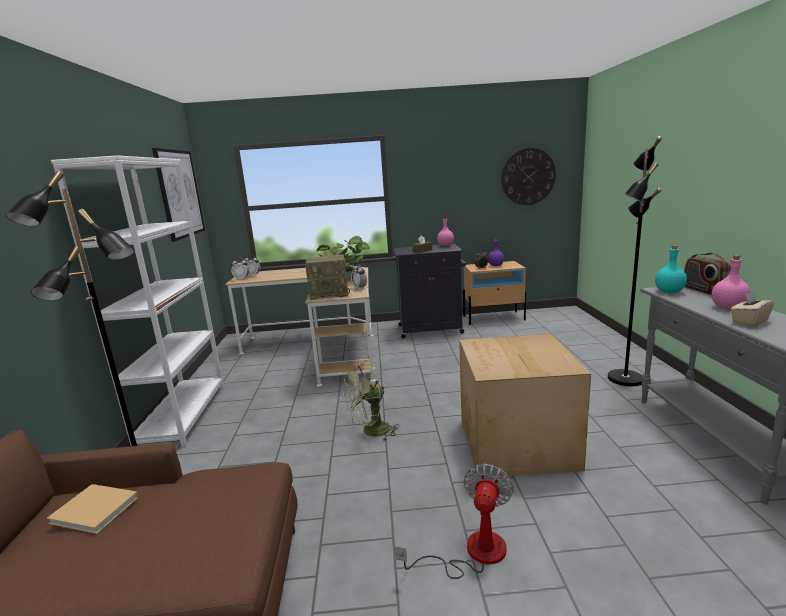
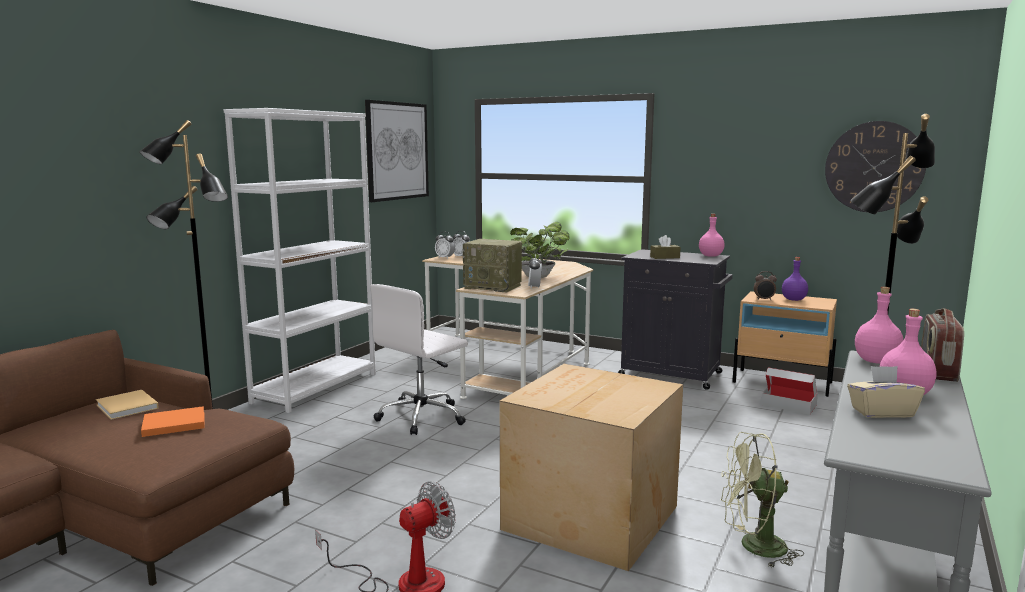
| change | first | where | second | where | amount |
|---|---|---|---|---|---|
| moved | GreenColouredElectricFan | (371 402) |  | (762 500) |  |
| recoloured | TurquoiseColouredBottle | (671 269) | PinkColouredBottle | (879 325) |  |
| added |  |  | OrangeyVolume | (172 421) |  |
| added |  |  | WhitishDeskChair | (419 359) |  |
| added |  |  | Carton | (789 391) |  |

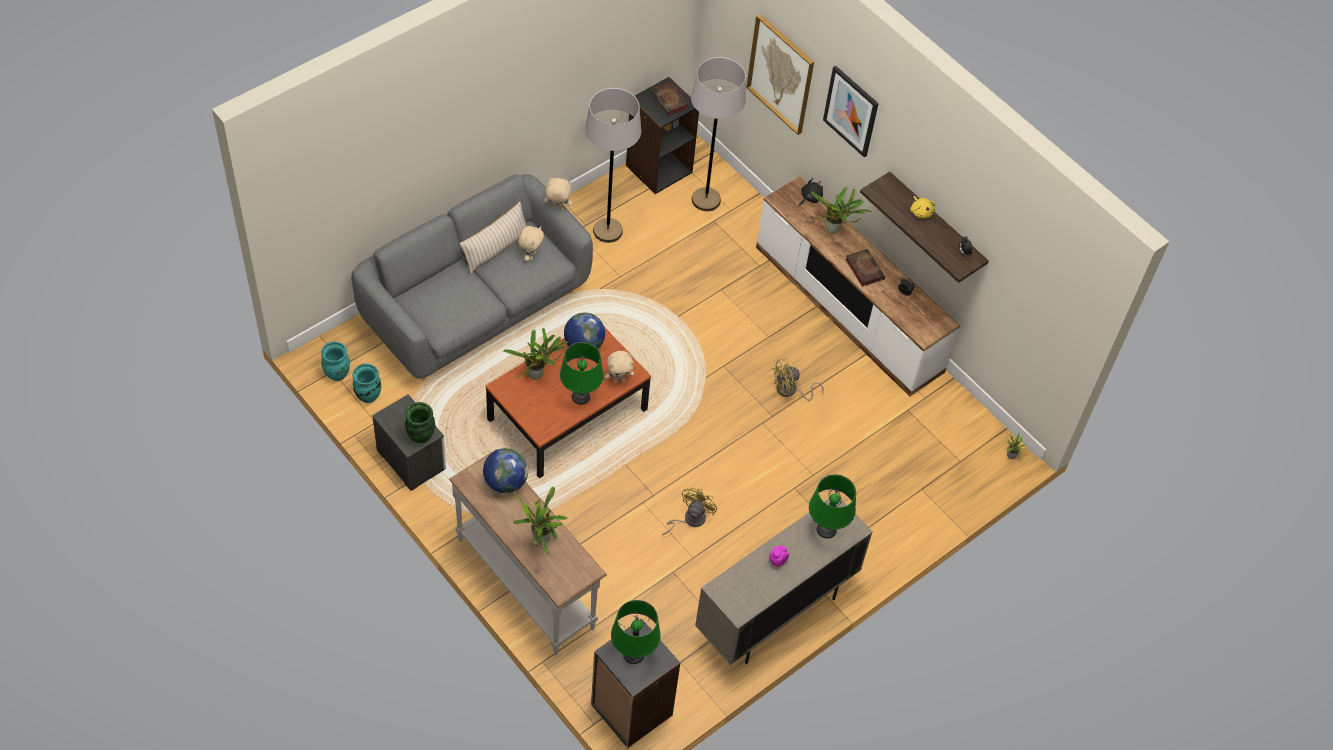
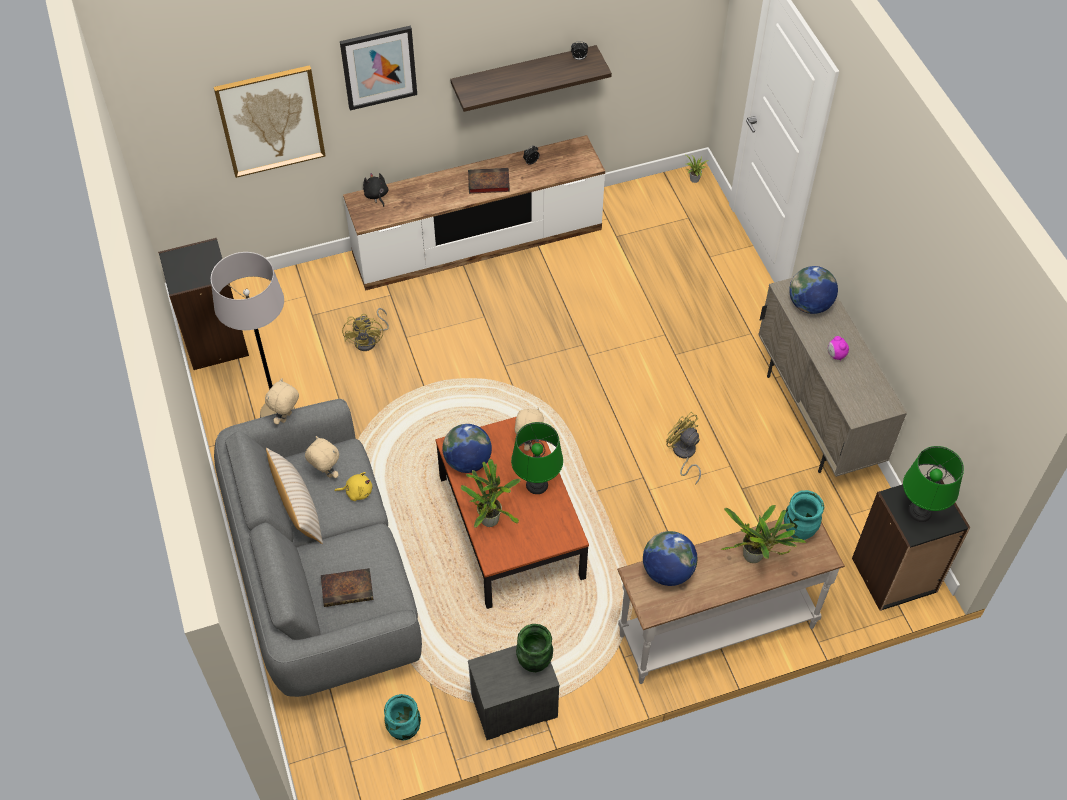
| change | first | where | second | where | amount |
|---|---|---|---|---|---|
| moved | TurquoiseColouredVase | (335 361) |  | (804 515) |  |
| moved | Volume | (669 98) |  | (347 587) |  |
| removed | GreyFloorLamp | (718 134) |  |  |  |
| moved | YellowColouredElectricFan | (797 379) |  | (365 329) |  |
| replaced | GreenColouredTableLamp | (832 506) | Globe | (813 290) |  |
| removed | Houseplant | (840 210) |  |  |  |
| moved | YellowColouredCuddlyToy | (922 207) |  | (353 486) |  |

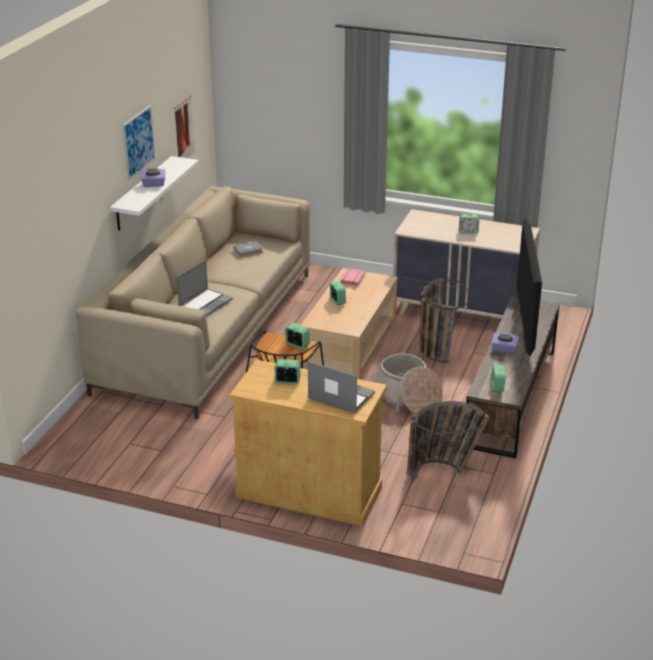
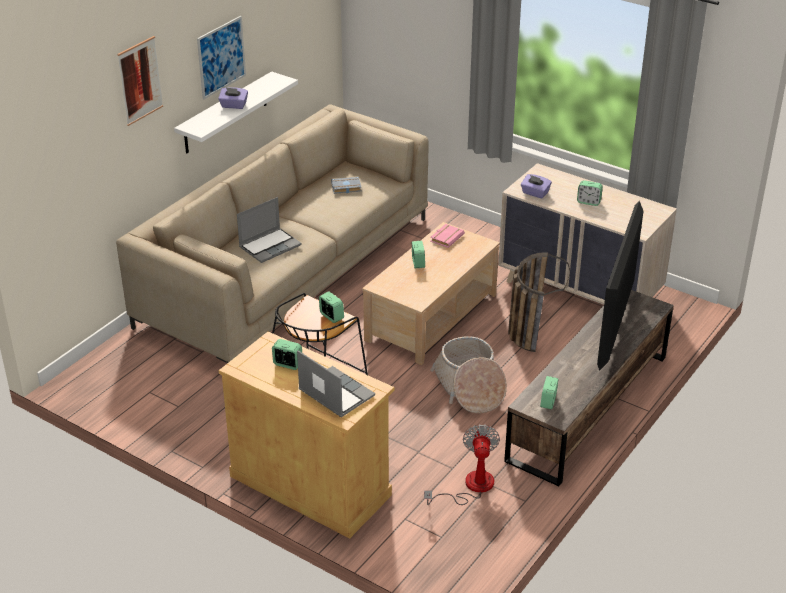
| change | first | where | second | where | amount |
|---|---|---|---|---|---|
| moved | WallArt | (184 126) |  | (140 81) |  |
| replaced | HouseholdBasket | (448 441) | ElectricFan | (462 464) |  |
| moved | PurplishTissueBox | (505 343) |  | (536 186) |  |

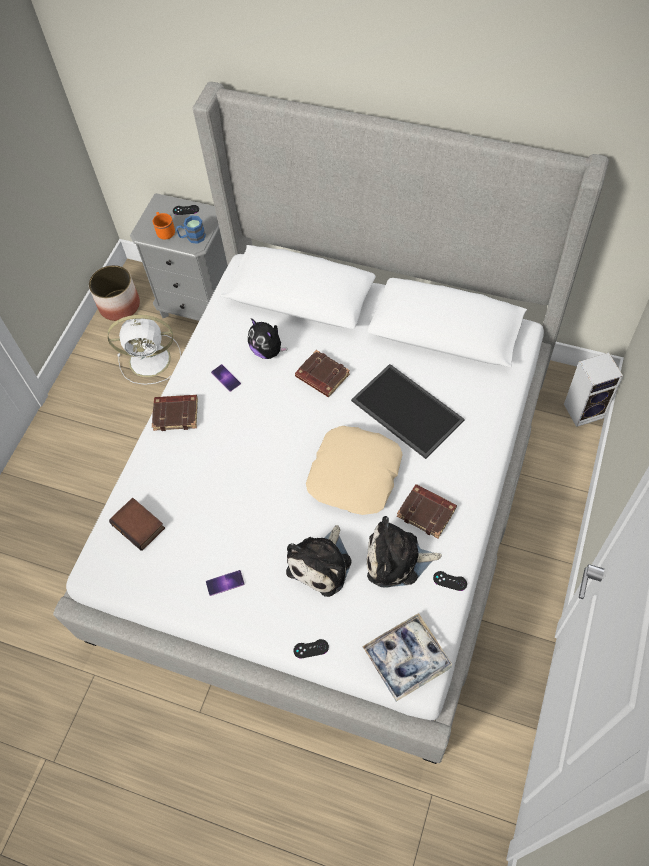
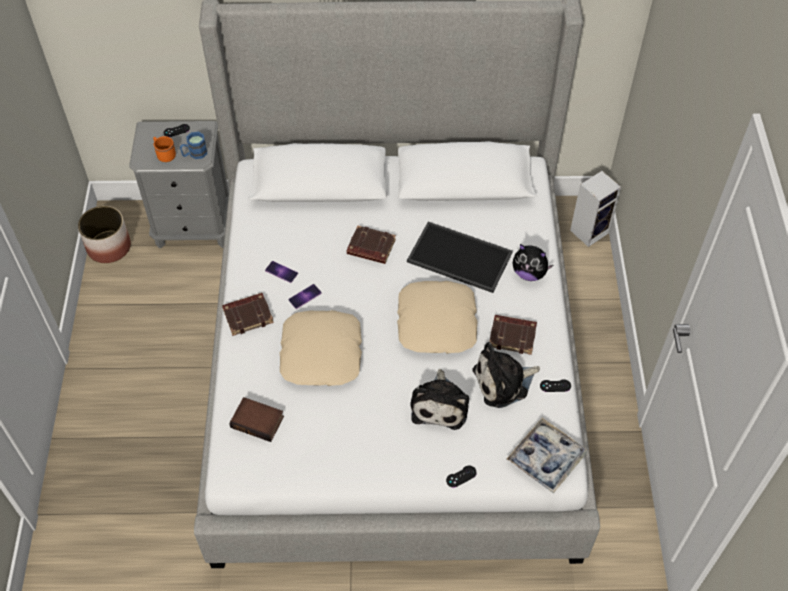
| change | first | where | second | where | amount |
|---|---|---|---|---|---|
| removed | WhitishElectricFan | (144 350) |  |  |  |
| moved | Phone | (225 583) |  | (305 296) |  |
| moved | CuddlyToy | (267 338) |  | (532 262) |  |
| added |  |  | BeigeCushion | (321 348) |  |

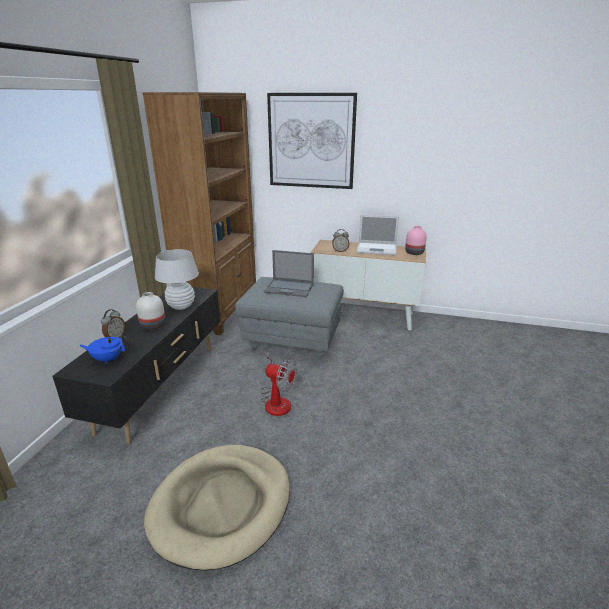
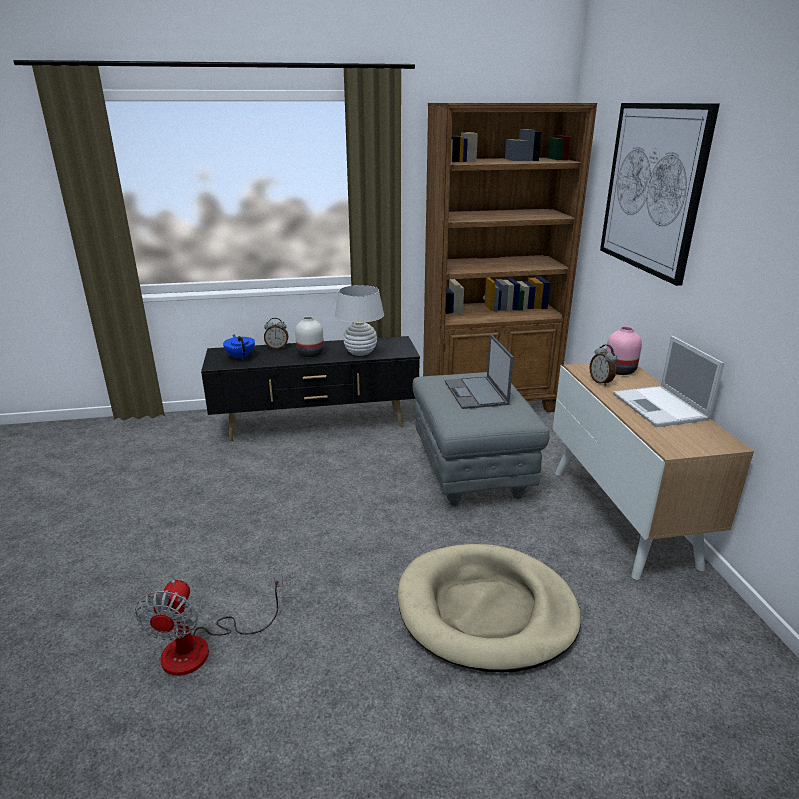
| change | first | where | second | where | amount |
|---|---|---|---|---|---|
| moved | BeigeDogBed | (217 508) |  | (489 608) |  |
| moved | ElectricFan | (279 383) |  | (208 624) |  |
| moved | PinkColouredVase | (416 240) |  | (624 350) |  |

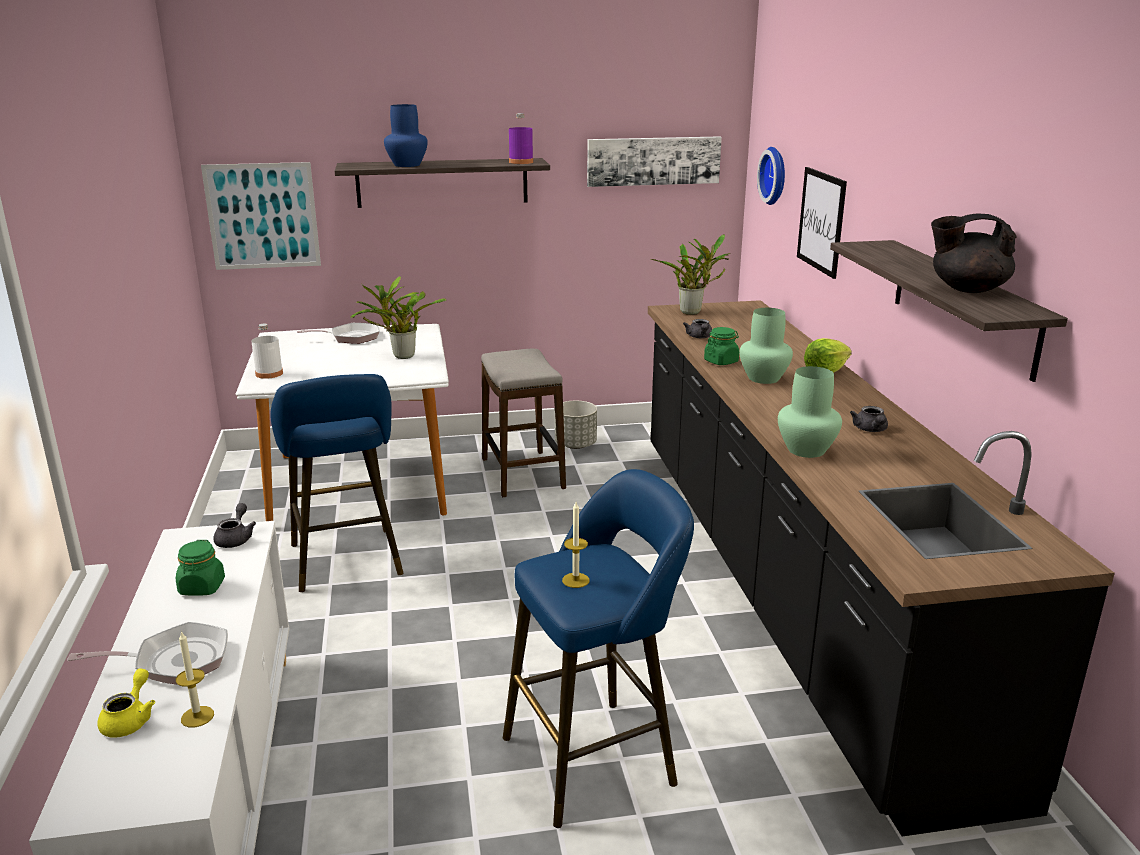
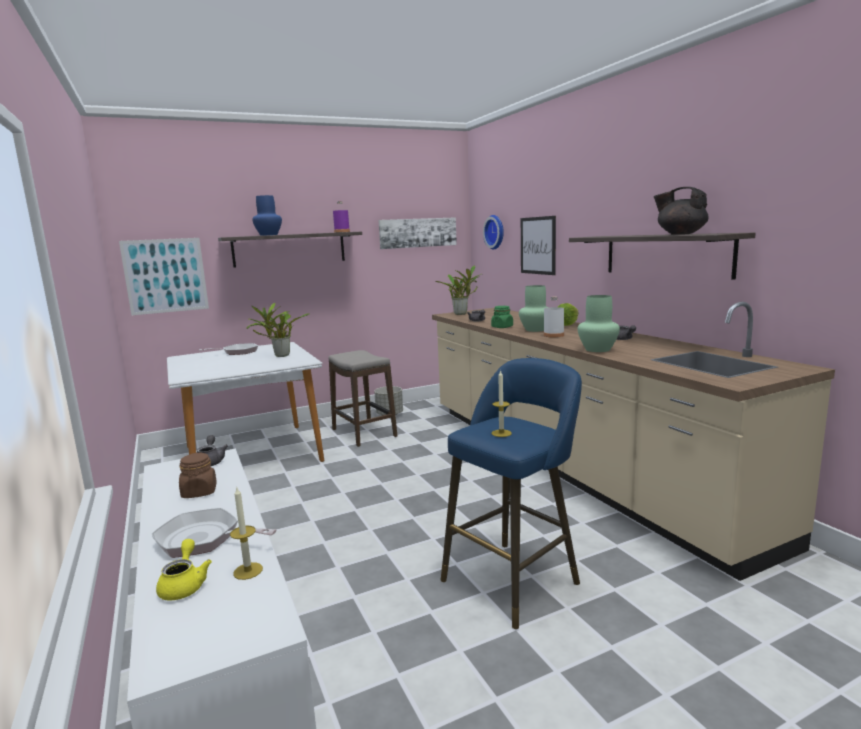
| change | first | where | second | where | amount |
|---|---|---|---|---|---|
| turned | Pan | (147 653) |  | (214 533) | 135 degrees counterclockwise |
| recoloured | GreenColouredStorageJar | (200 568) | BrownishStorageJar | (198 475) |  |
| moved | WhitishBottle | (267 351) |  | (554 317) |  |
| removed | BlueColouredStoolSeat | (337 483) |  |  |  |
| recoloured | BlackishKitchenCounter | (881 568) | BeigeKitchenCounter | (633 441) |  |
| turned | BlackishTeaPot | (974 253) |  | (681 211) | 45 degrees clockwise |

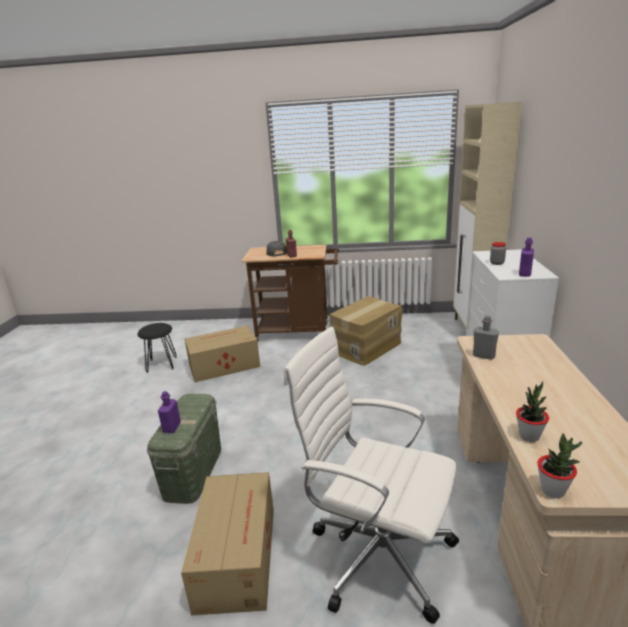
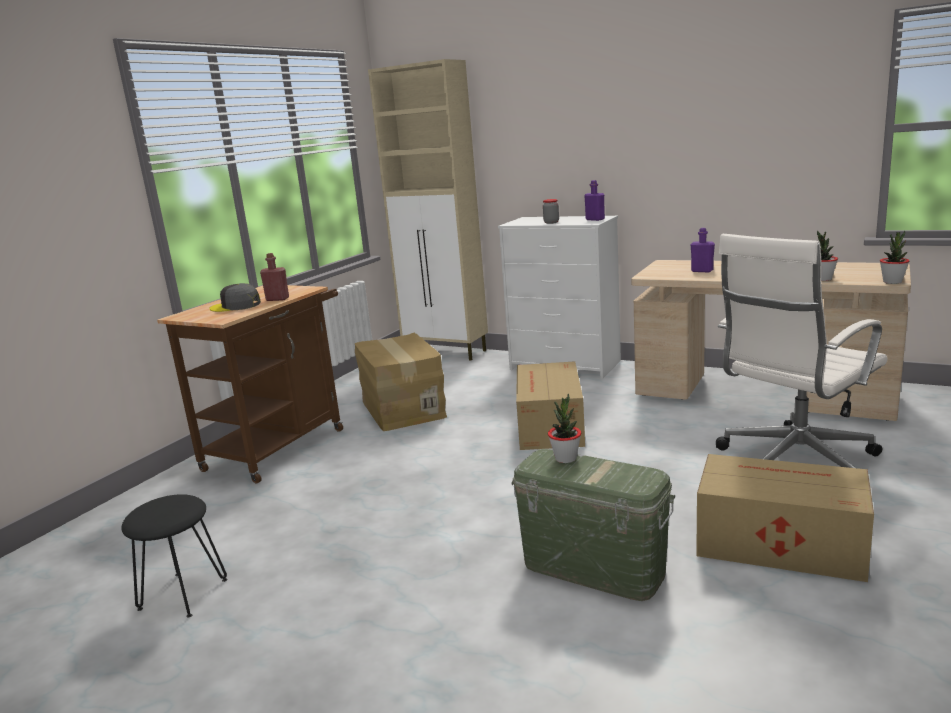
| change | first | where | second | where | amount |
|---|---|---|---|---|---|
| moved | PurplishBottle | (169 412) |  | (703 250) |  |
| moved | Carton | (222 353) |  | (550 405) |  |
| removed | GreyBottle | (486 338) |  |  |  |
| added |  |  | Houseplant | (564 428) |  |

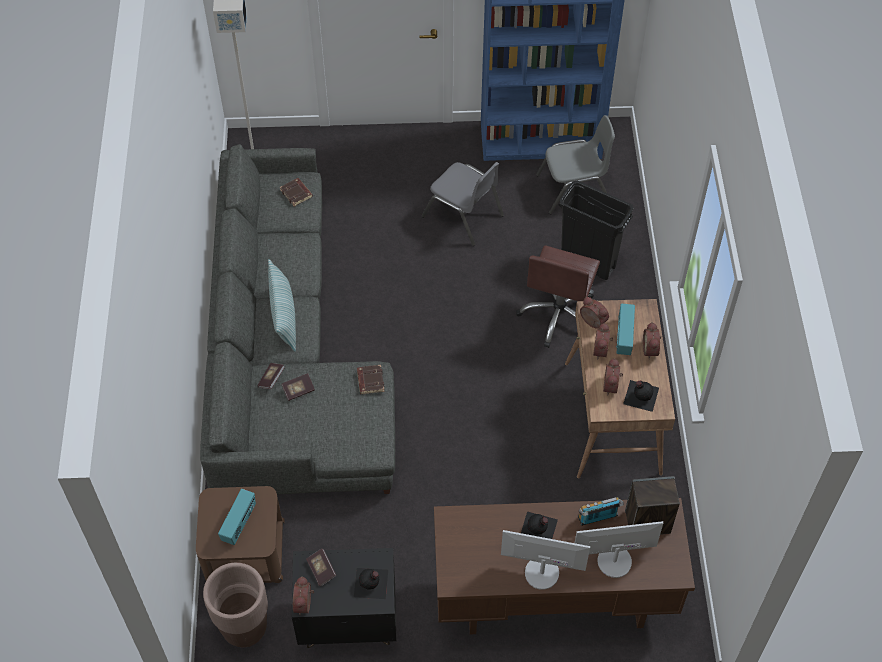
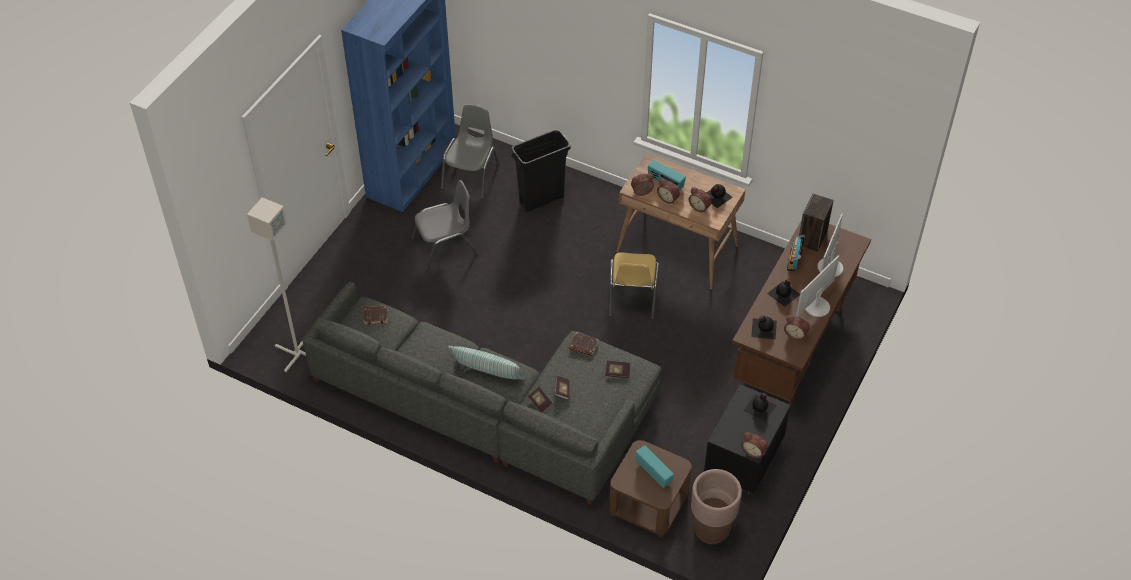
| change | first | where | second | where | amount |
|---|---|---|---|---|---|
| moved | Volume | (321 567) |  | (617 369) |  |
| removed | BrownishDeskChair | (558 296) |  |  |  |
| moved | BedsideClock | (652 340) |  | (796 327) |  |
| added |  |  | YellowColouredChair | (634 286) |  |
| added |  |  | BlackishBottle | (764 328) |  |

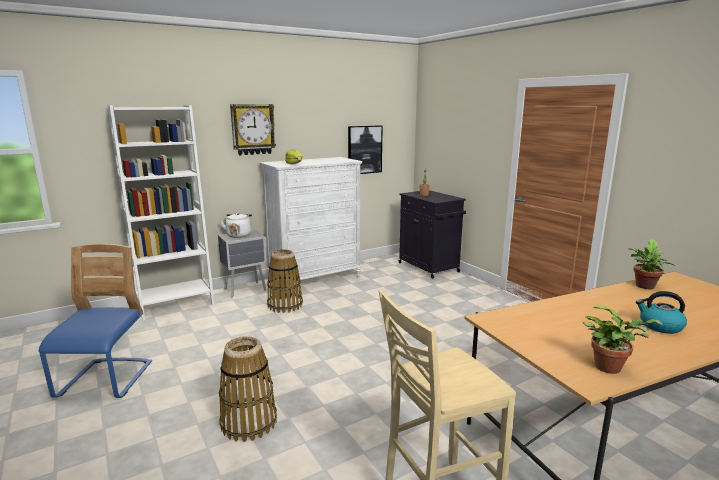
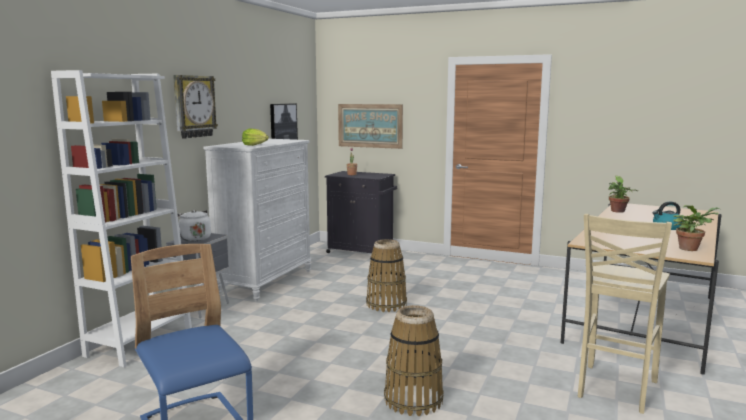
| change | first | where | second | where | amount |
|---|---|---|---|---|---|
| moved | HouseholdBasket | (285 281) |  | (386 275) |  |
| added |  |  | WallArt | (370 126) |  |

